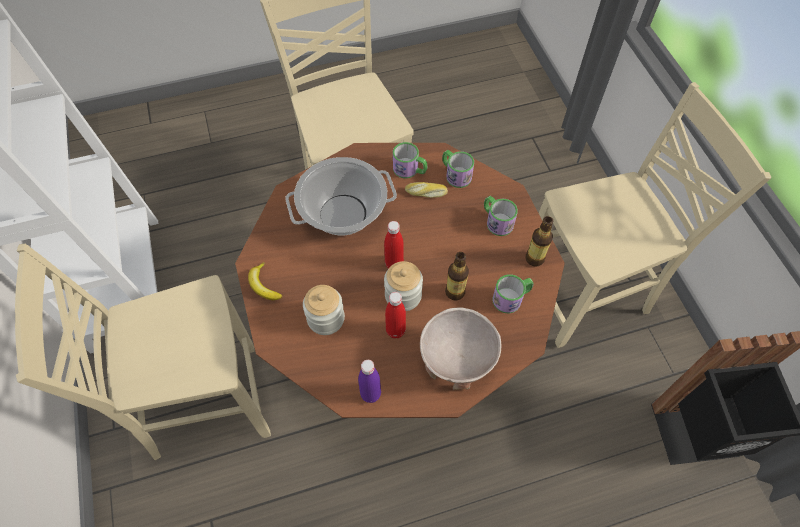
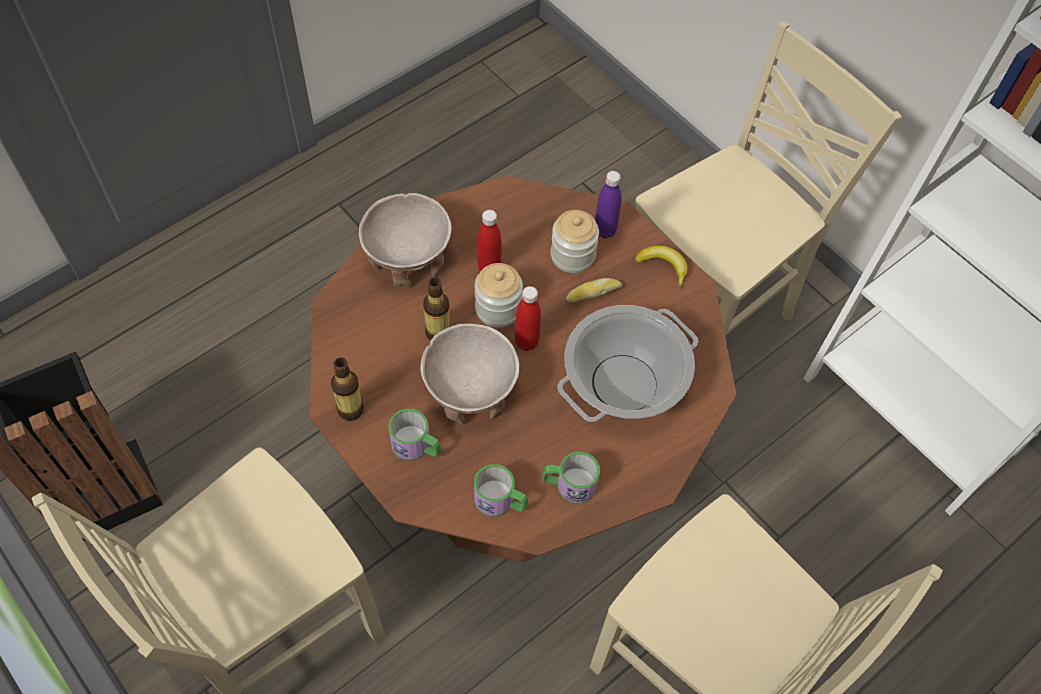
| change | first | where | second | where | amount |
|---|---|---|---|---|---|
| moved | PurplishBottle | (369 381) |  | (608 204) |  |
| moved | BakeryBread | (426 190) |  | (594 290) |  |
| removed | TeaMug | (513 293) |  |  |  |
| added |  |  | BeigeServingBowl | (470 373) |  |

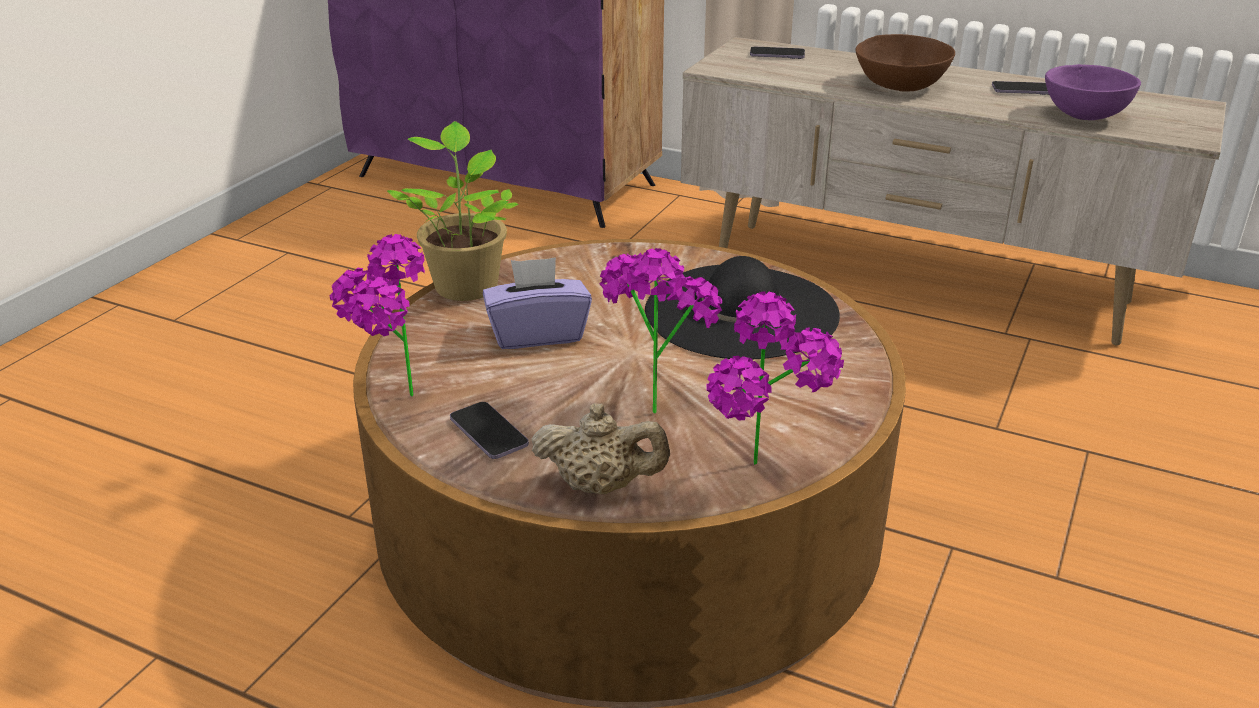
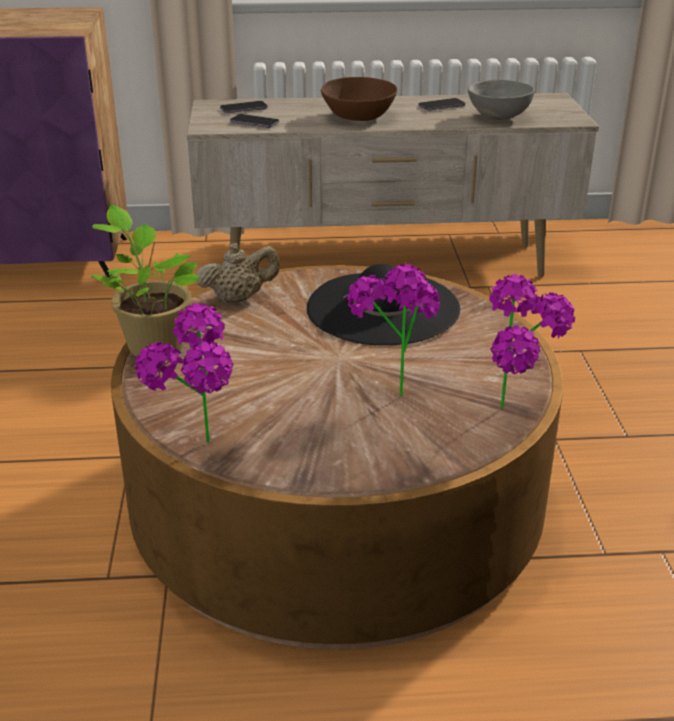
| change | first | where | second | where | amount |
|---|---|---|---|---|---|
| moved | Phone | (489 430) |  | (254 121) |  |
| removed | PurplishTissueBox | (537 303) |  |  |  |
| moved | BeigeTeaPot | (601 449) |  | (238 273) |  |
| recoloured | PurplishServingBowl | (1093 92) | GreyServingBowl | (501 99) |  |

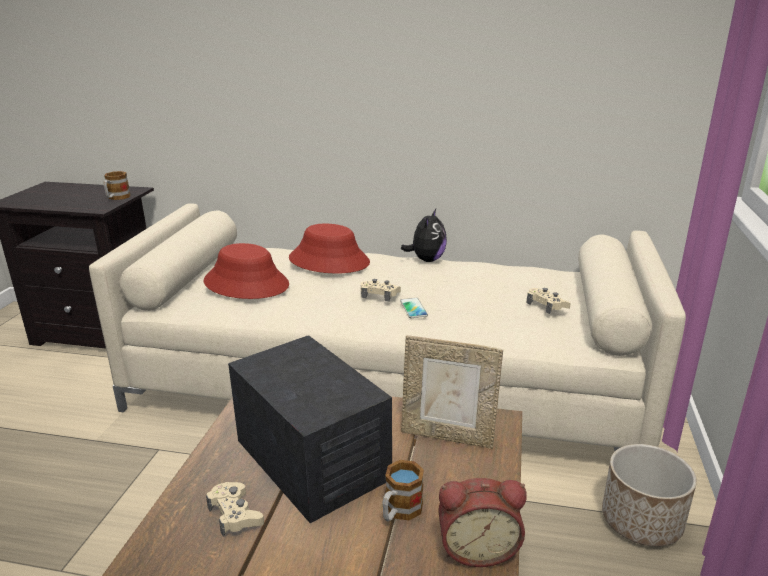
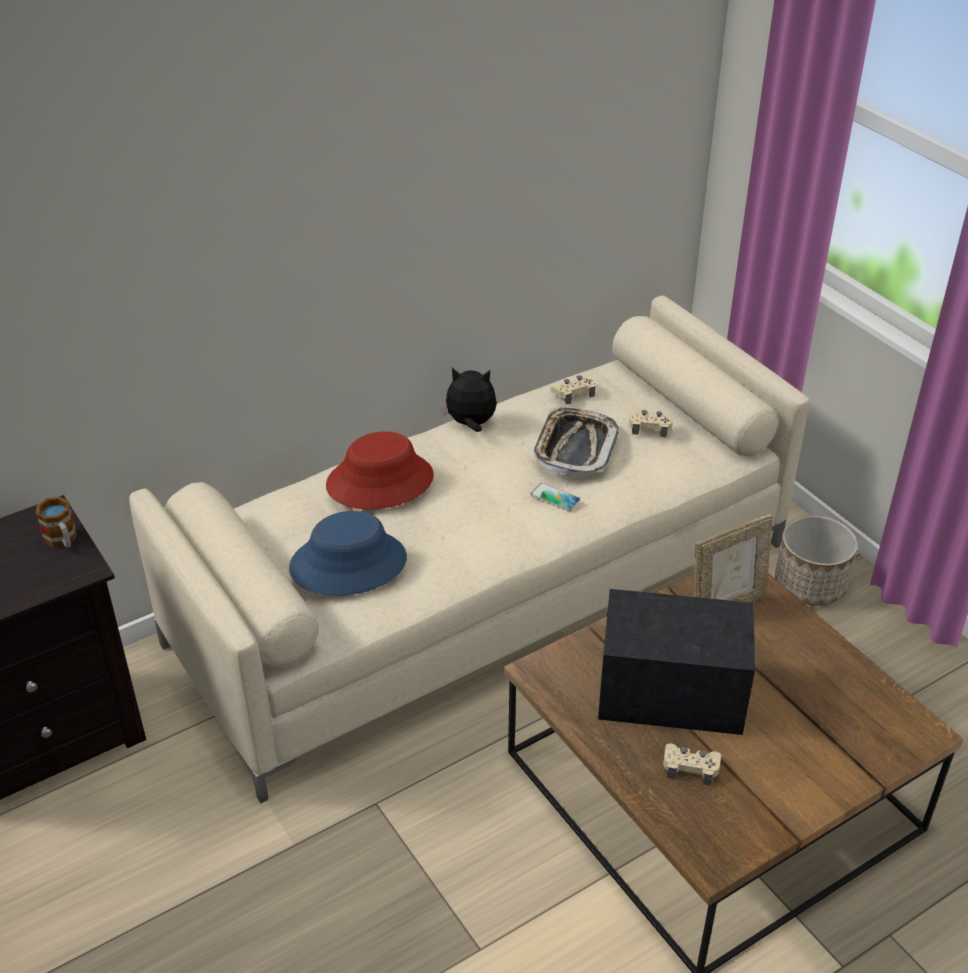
| change | first | where | second | where | amount |
|---|---|---|---|---|---|
| recoloured | RedColouredWearableHat | (246 271) | BlueColouredWearableHat | (348 553) |  |
| moved | BeigeGamepad | (381 290) |  | (573 390) |  |
| removed | TeaMug | (403 491) |  |  |  |
| turned | CuddlyToy | (424 235) |  | (468 400) | 60 degrees counterclockwise |
| removed | BedsideClock | (483 522) |  |  |  |
| added |  |  | ServingTray | (576 441) |  |

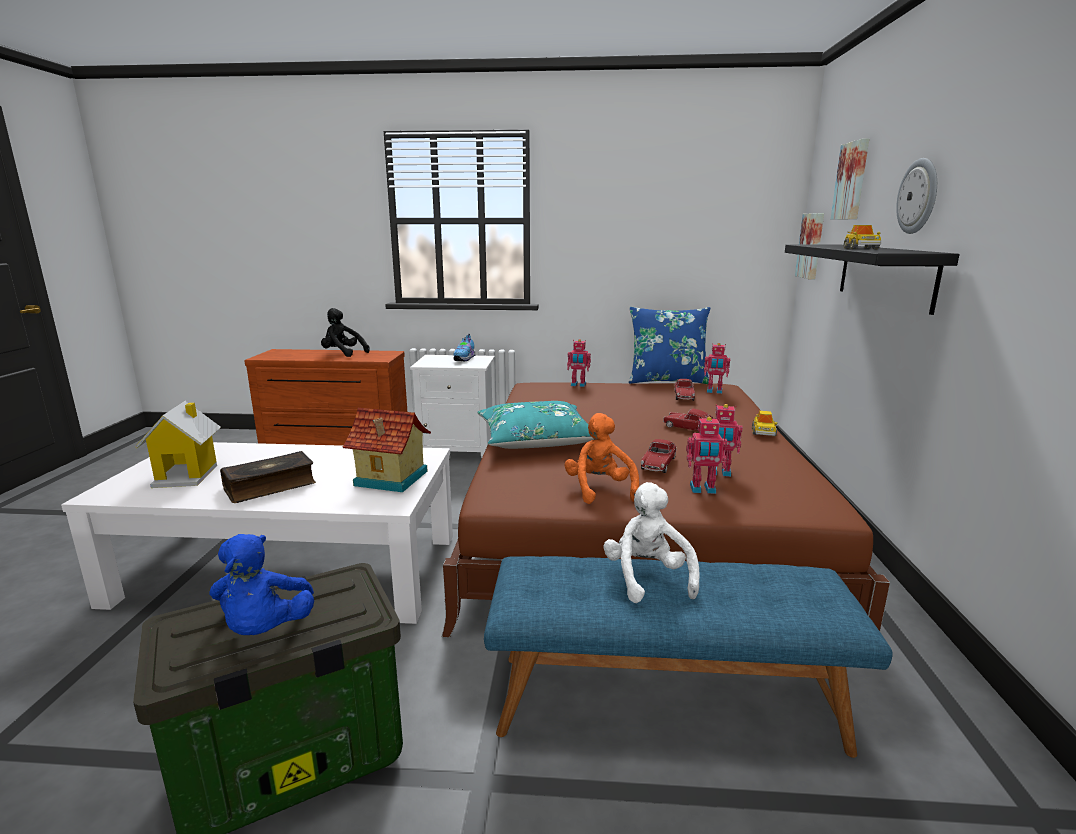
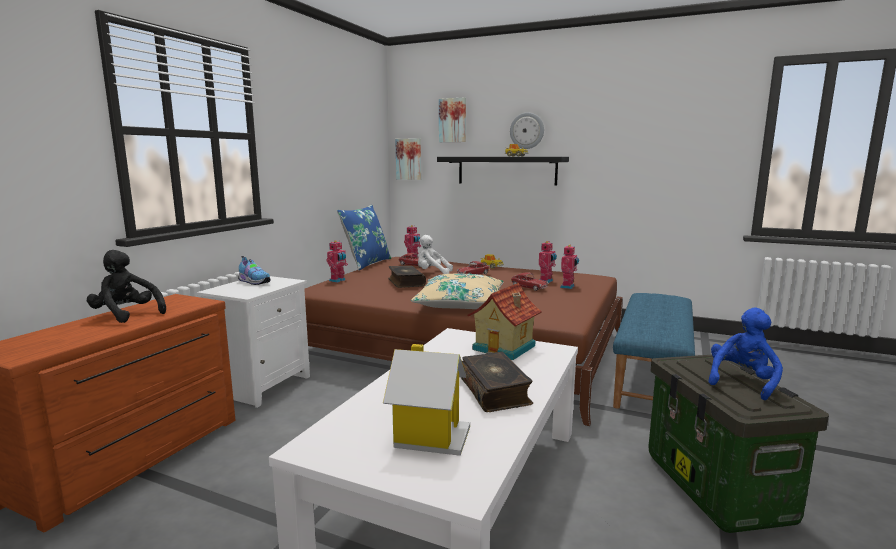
| change | first | where | second | where | amount |
|---|---|---|---|---|---|
| turned | BlueColouredCuddlyToy | (261 584) |  | (745 353) | 60 degrees counterclockwise |
| turned | BlackishCuddlyToy | (345 332) |  | (126 286) | 75 degrees clockwise |
| recoloured | TurquoiseColouredCushion | (535 425) | BeigeCushion | (457 291) |  |
| removed | OrangeyCuddlyToy | (601 458) |  |  |  |
| moved | WhitishCuddlyToy | (651 542) |  | (435 254) |  |
| added |  |  | Volume | (407 277) |  |

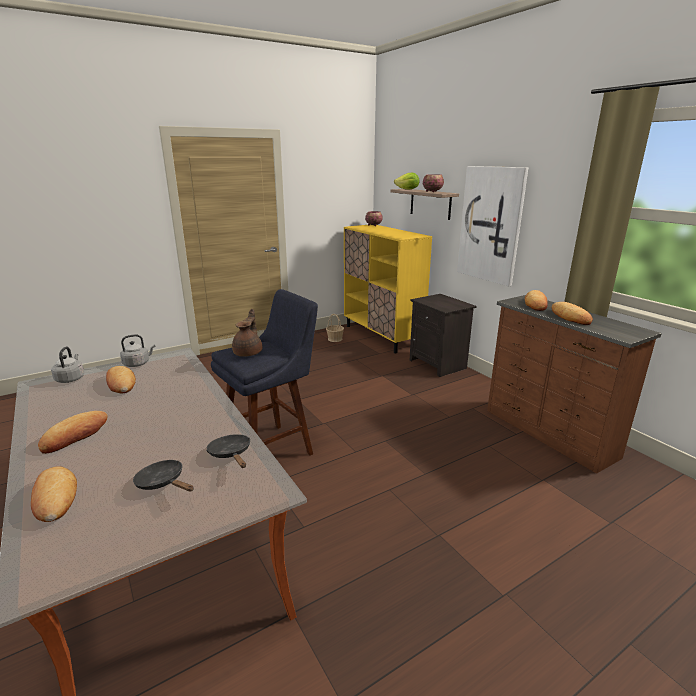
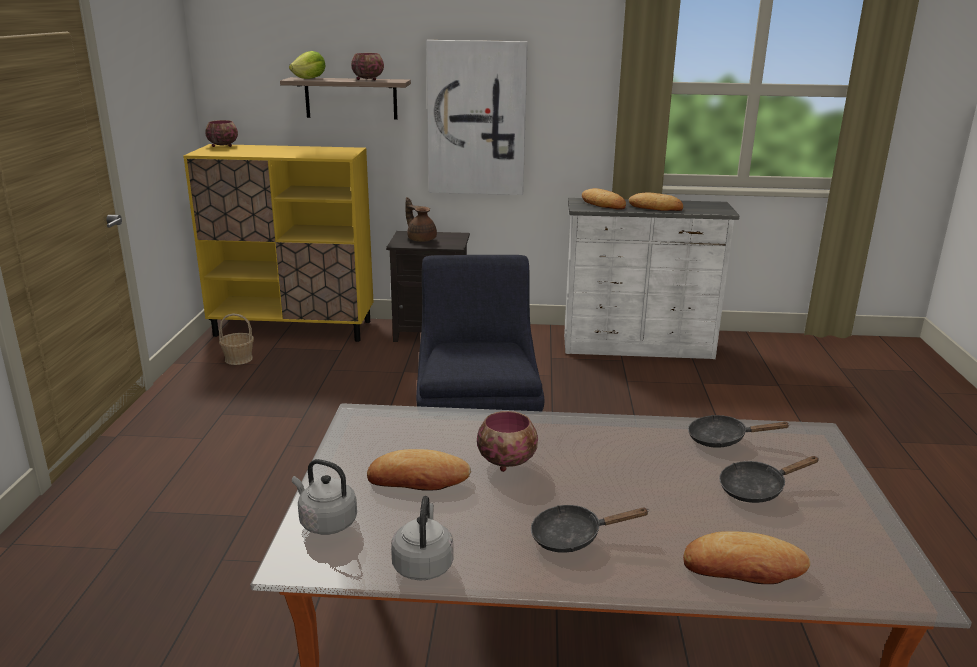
| change | first | where | second | where | amount |
|---|---|---|---|---|---|
| replaced | BakeryBread | (72 432) | BlackishPan | (590 529) |  |
| moved | GreyTeaKettle | (137 350) |  | (422 538) |  |
| moved | BrownishTeaPot | (247 333) |  | (421 219) |  |
| recoloured | BrownishDrawerChest | (574 384) | WhitishDrawerChest | (652 278) |  |
| added |  |  | ServingBowl | (507 441) |  |

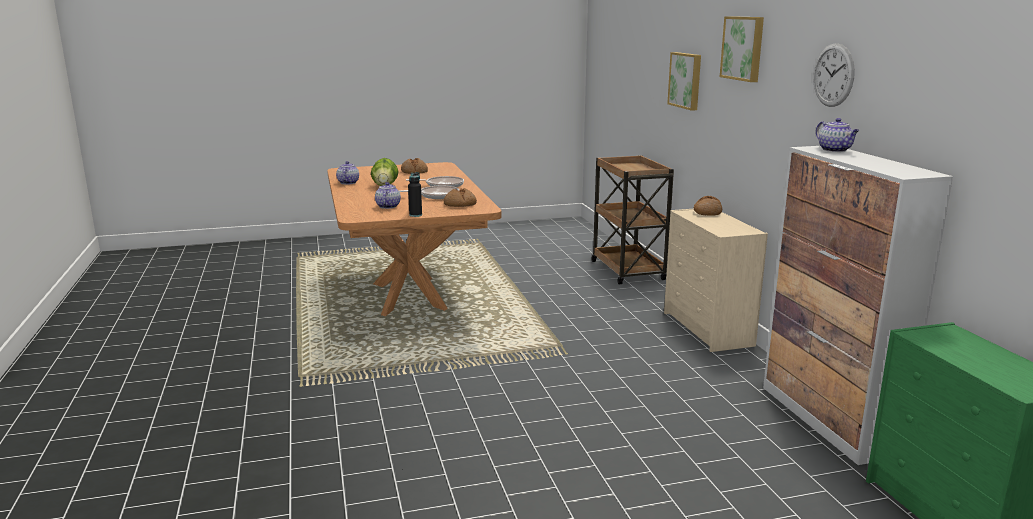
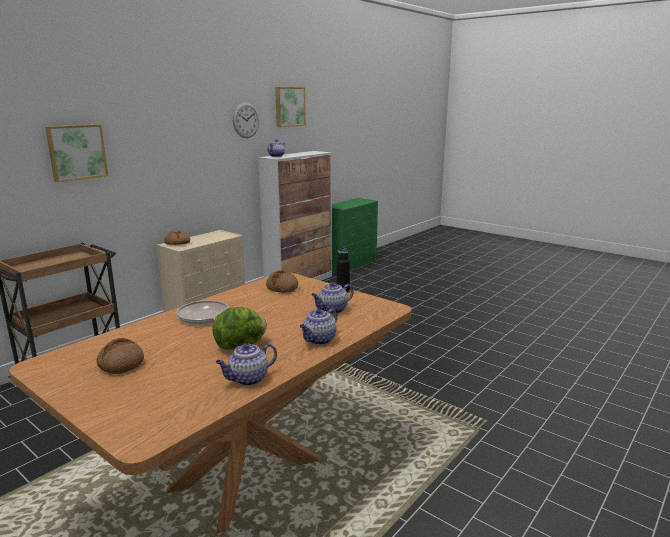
| change | first | where | second | where | amount |
|---|---|---|---|---|---|
| removed | Pan | (429 192) |  |  |  |
| moved | WallArt | (742 49) |  | (290 107) |  |
| added |  |  | TeaPot | (318 326) |  |

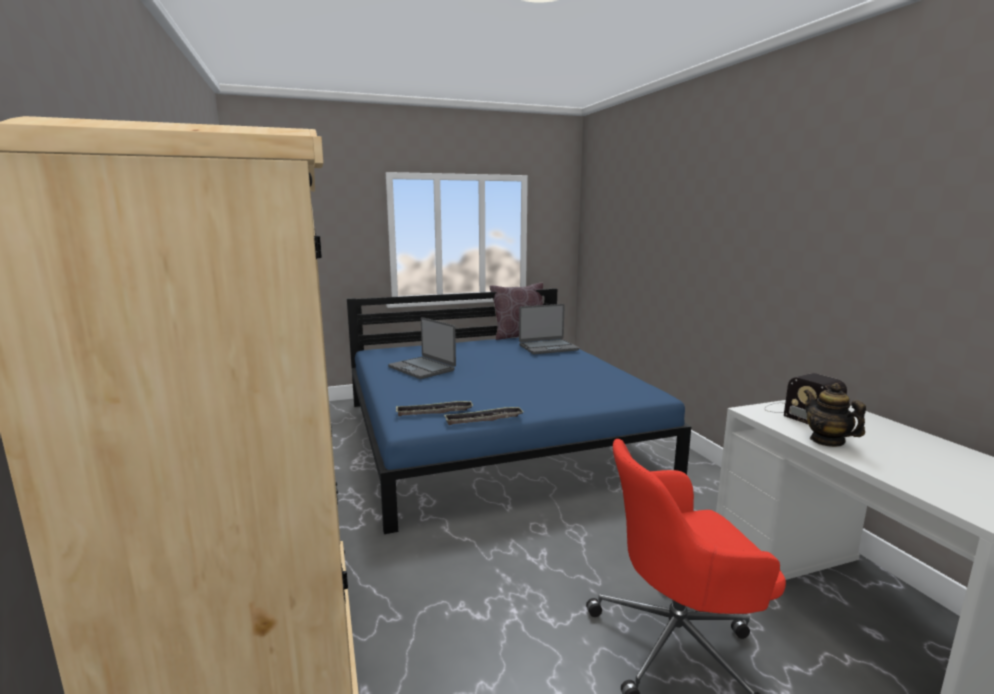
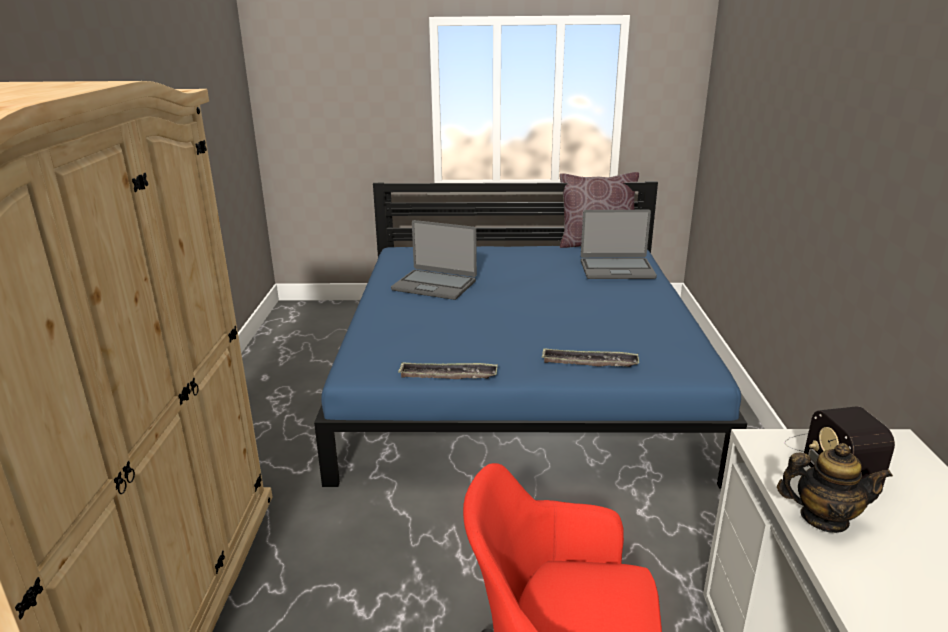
| change | first | where | second | where | amount |
|---|---|---|---|---|---|
| turned | Laptop | (422 348) |  | (434 260) | 45 degrees counterclockwise |
| moved | ServingTray | (434 408) |  | (590 357) |  |
| turned | TeaPot | (835 415) |  | (835 488) | 105 degrees clockwise |

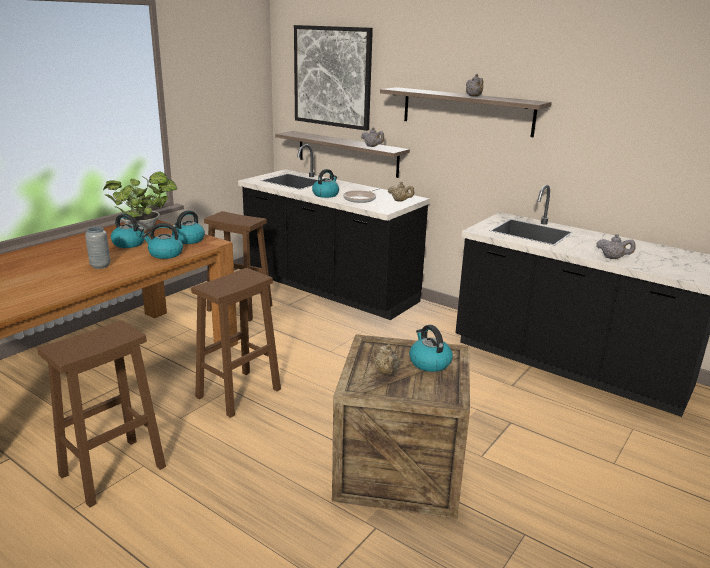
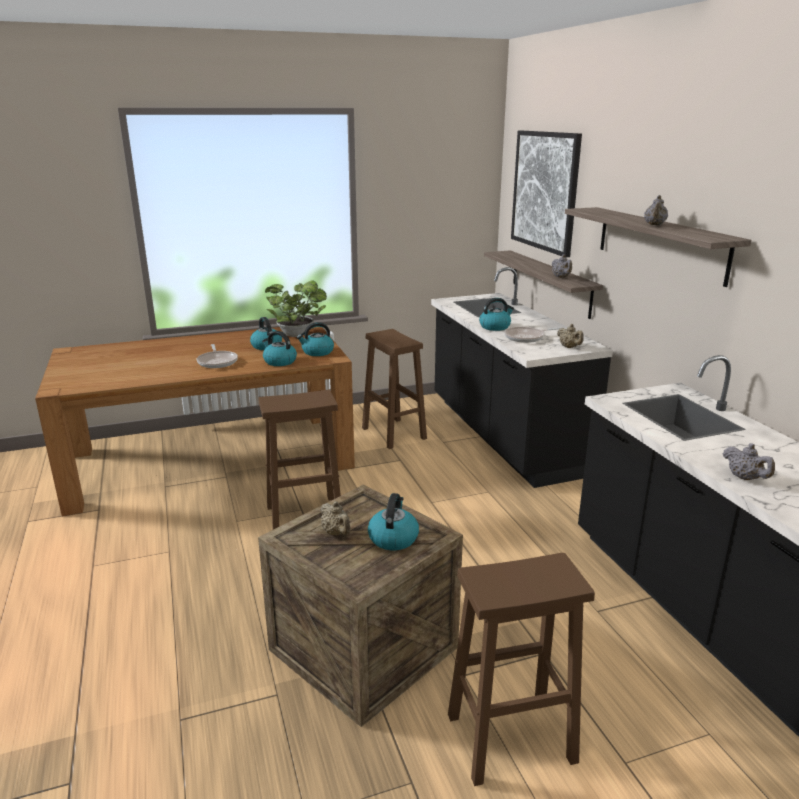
| change | first | where | second | where | amount |
|---|---|---|---|---|---|
| moved | BrownishStoolSeat | (102 414) |  | (521 669) |  |
| replaced | GreyVase | (98 248) | Pan | (217 356) |  |
| turned | BeigeTeaPot | (387 359) |  | (335 518) | 60 degrees counterclockwise |

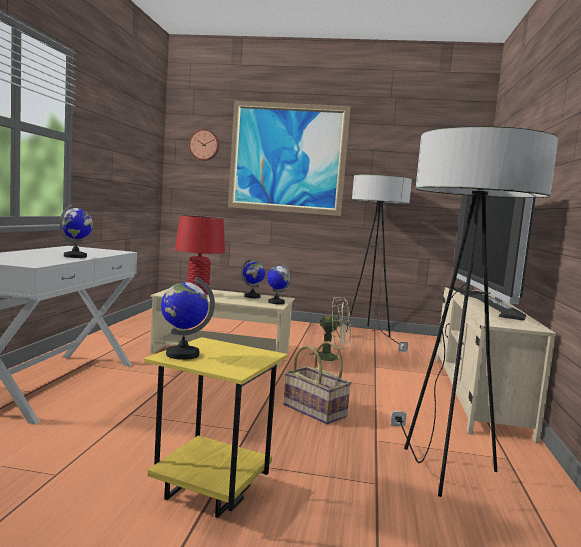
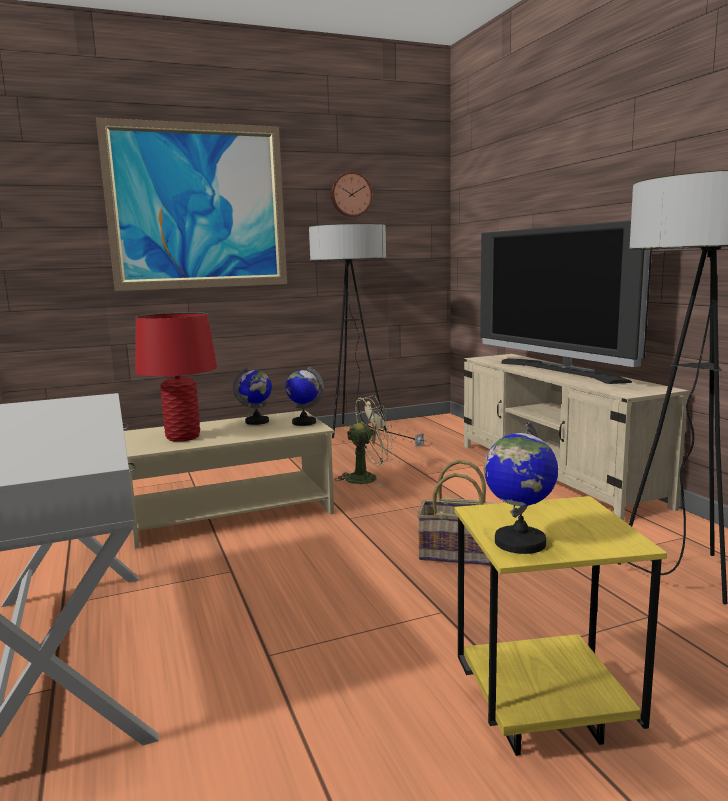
| change | first | where | second | where | amount |
|---|---|---|---|---|---|
| removed | Globe | (76 231) |  |  |  |
| moved | HangingClock | (204 145) |  | (352 194) |  |

